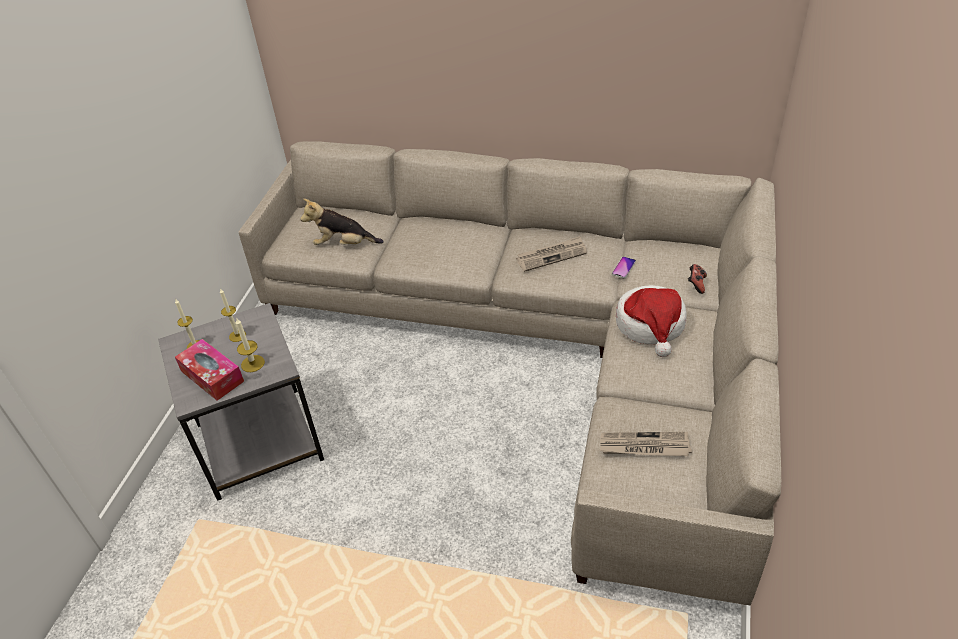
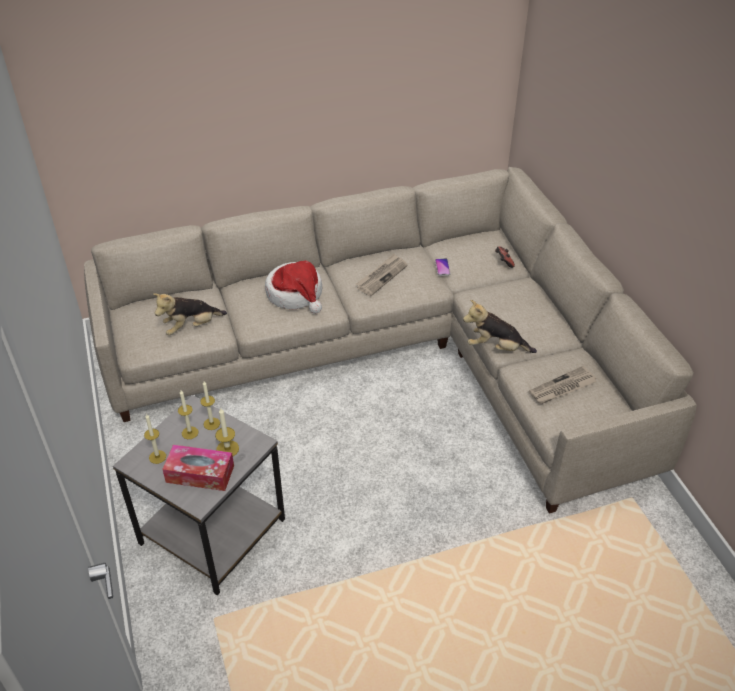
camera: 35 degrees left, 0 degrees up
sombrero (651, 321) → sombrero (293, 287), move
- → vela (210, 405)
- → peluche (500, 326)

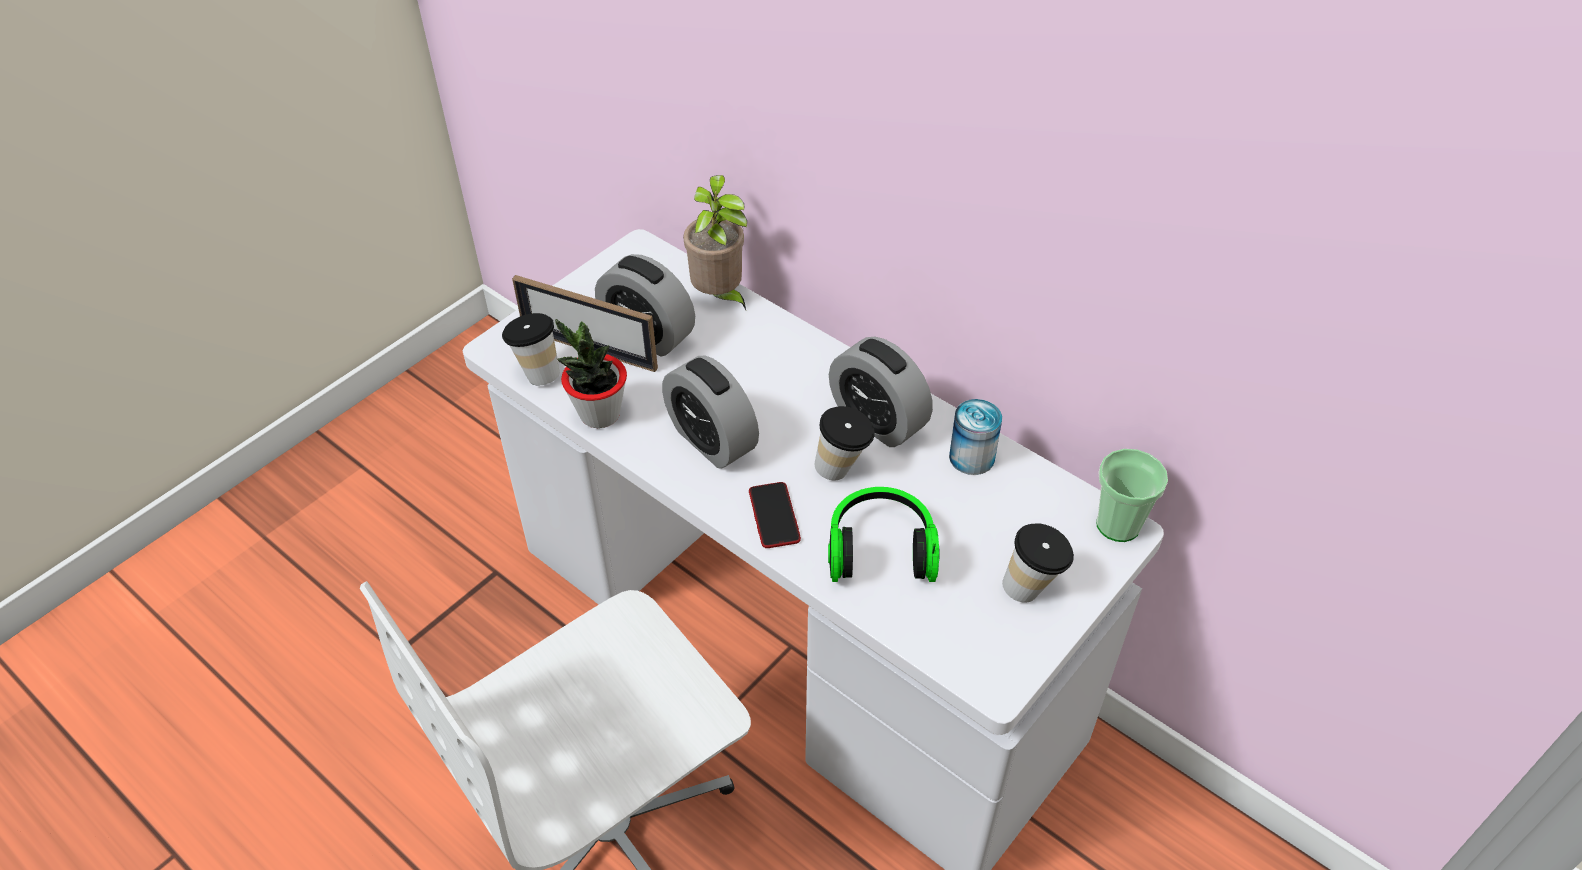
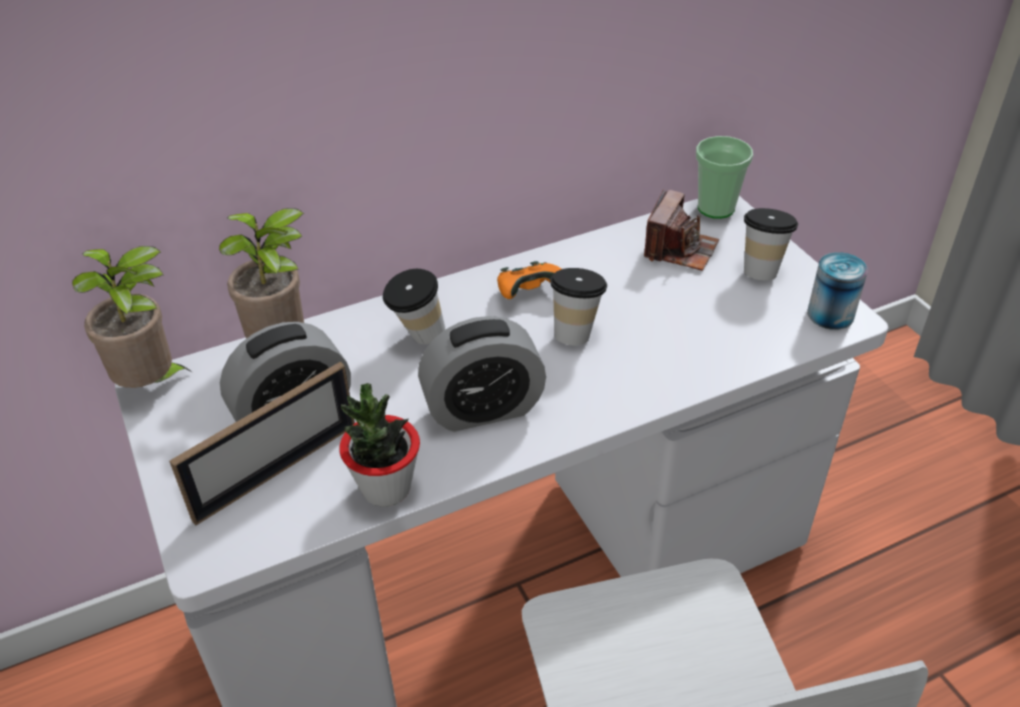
camera: 65 degrees left, 5 degrees down
taza (531, 349) → taza (414, 306), move
móvil (775, 515) → -
auriculares (884, 534) → -
despertador (881, 392) → mando de consola (naranja) (529, 280)
lata (975, 437) → lata (837, 291), move
- → planta en maceta (132, 317)
- → cámara (681, 230)

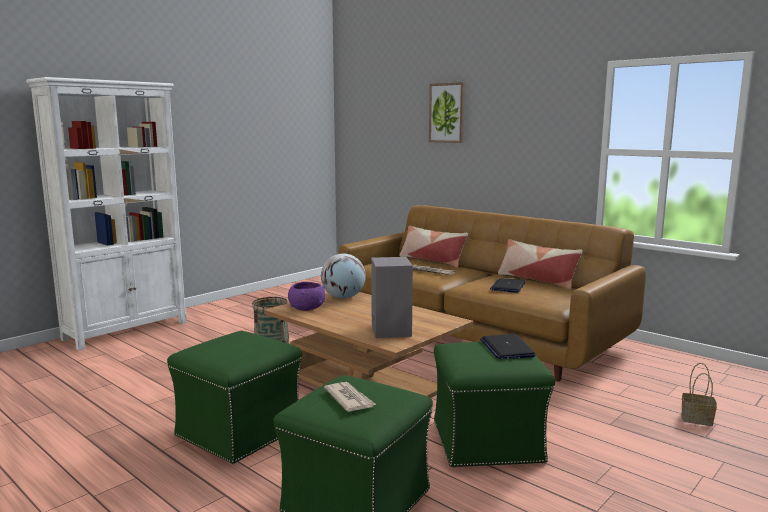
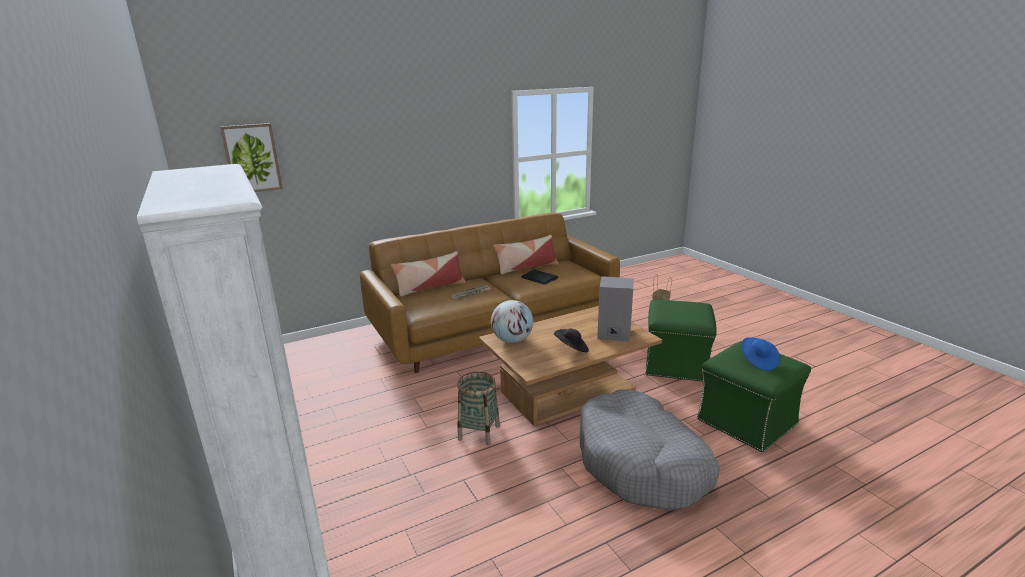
camera: 70 degrees left, 10 degrees up
puf (verde) (234, 397) → cama para perro (gris) (650, 449)
cuenco (morado) (306, 296) → -
periódico (350, 397) → sombrero (azul) (760, 354)
cuadro (447, 112) → cuadro (251, 157), move
portátil (508, 346) → -
- → sombrero (negro) (571, 340)

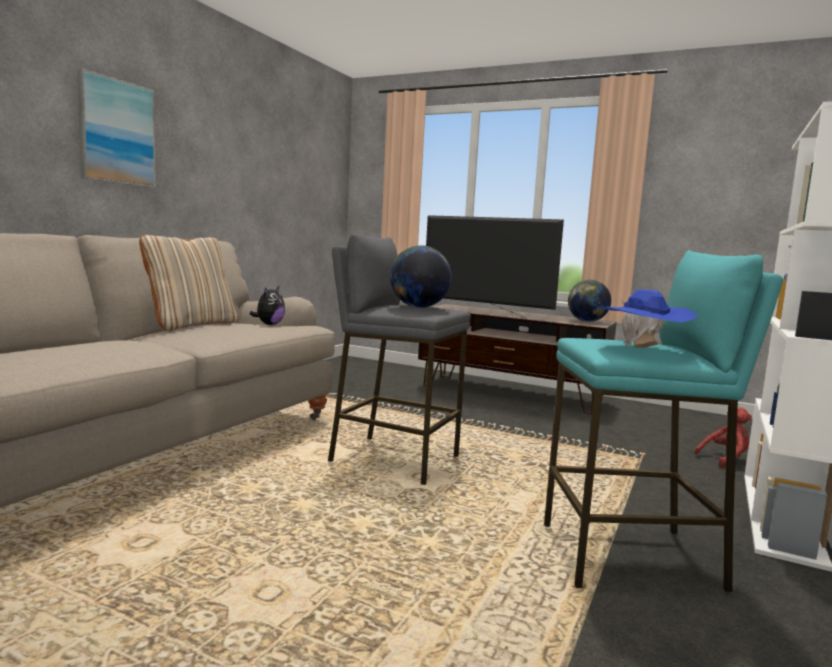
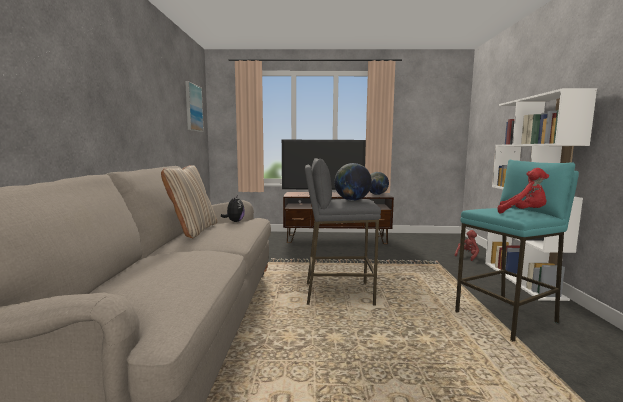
camera: 25 degrees left, 0 degrees up
cuadro (116, 128) → cuadro (194, 106), move
sombrero (azul) (647, 319) → peluche (rojo) (523, 191)

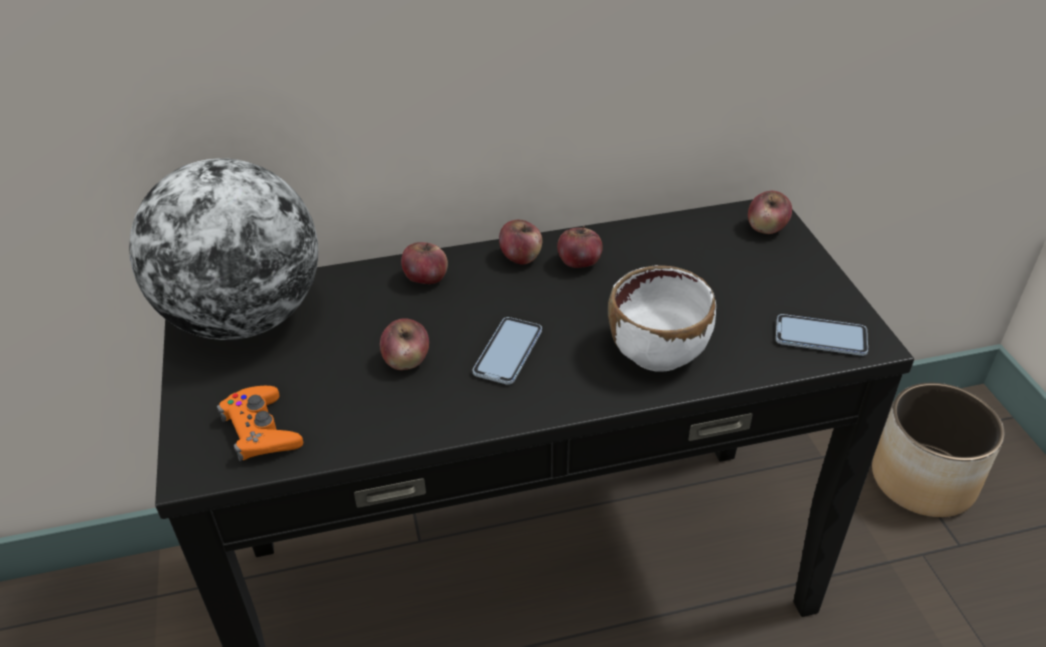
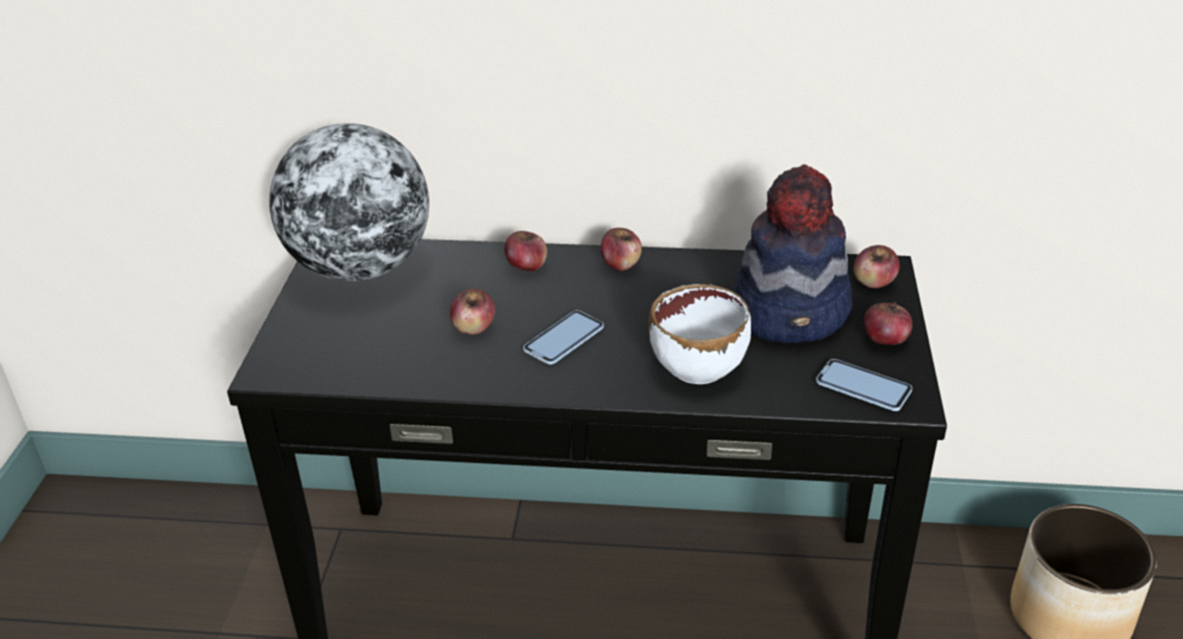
camera: 20 degrees right, 5 degrees down
mando de consola (naranja) (260, 424) → -
manzana (580, 247) → manzana (888, 323), move
- → sombrero (792, 253)

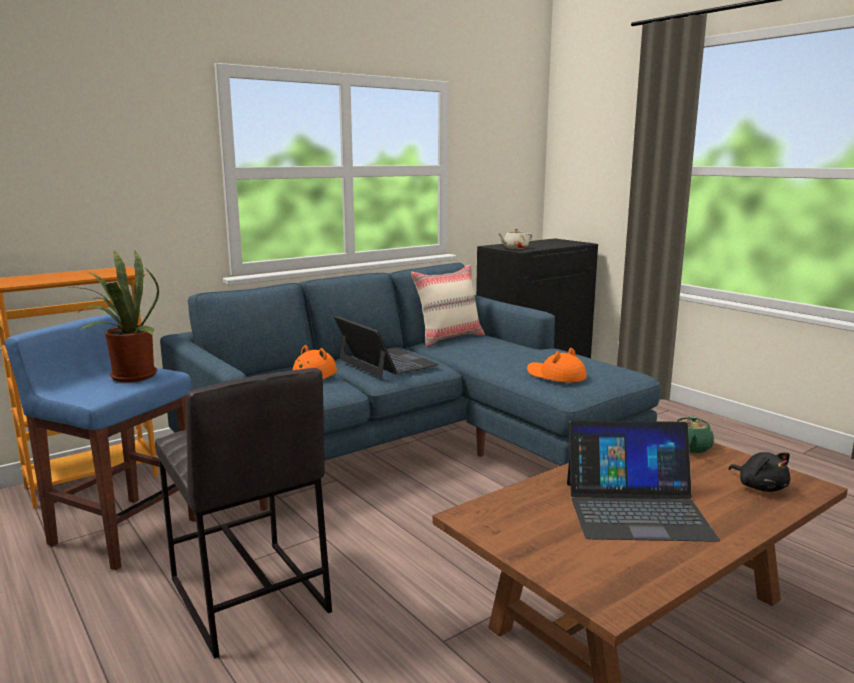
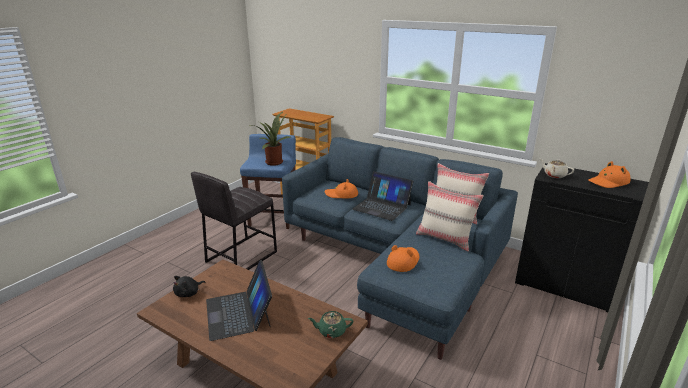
camera: 70 degrees right, 10 degrees up
portátil (386, 347) → portátil (382, 196), 90 degrees clockwise
peluche (negro) (759, 472) → peluche (negro) (189, 286), move
- → cojín (beis) (450, 216)
- → sombrero (naranja) (609, 174)

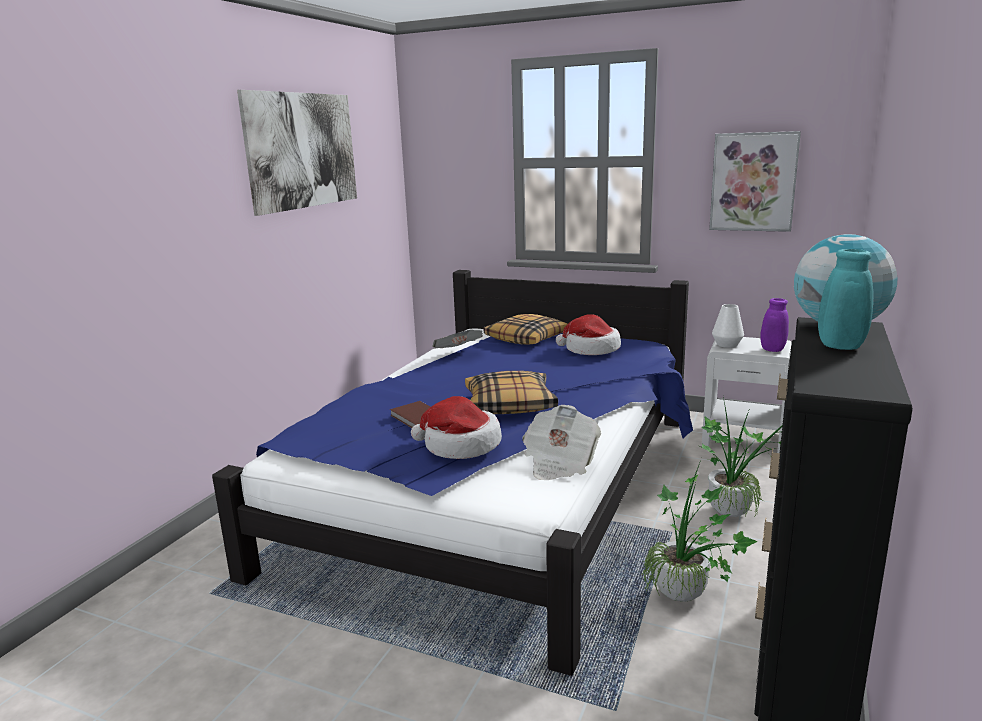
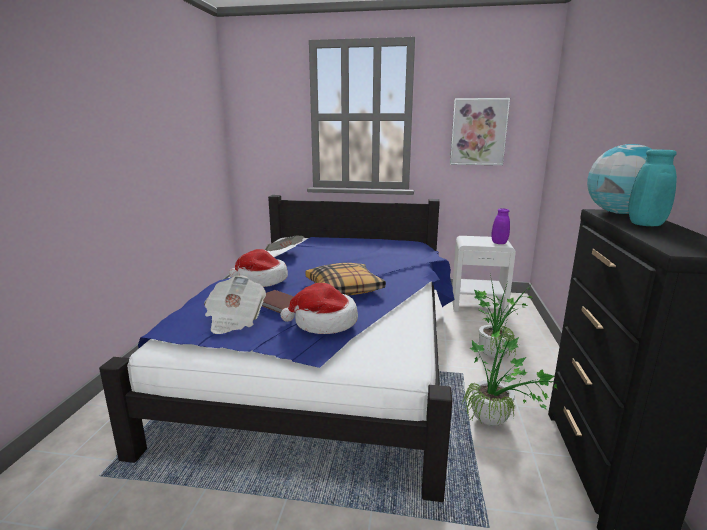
camera: 15 degrees left, 0 degrees up
cuadro (297, 153) → -
cojín (526, 329) → -
periódico (561, 442) → periódico (235, 304), move
sombrero (588, 334) → sombrero (258, 268), move
florero (blanco) (728, 326) → -

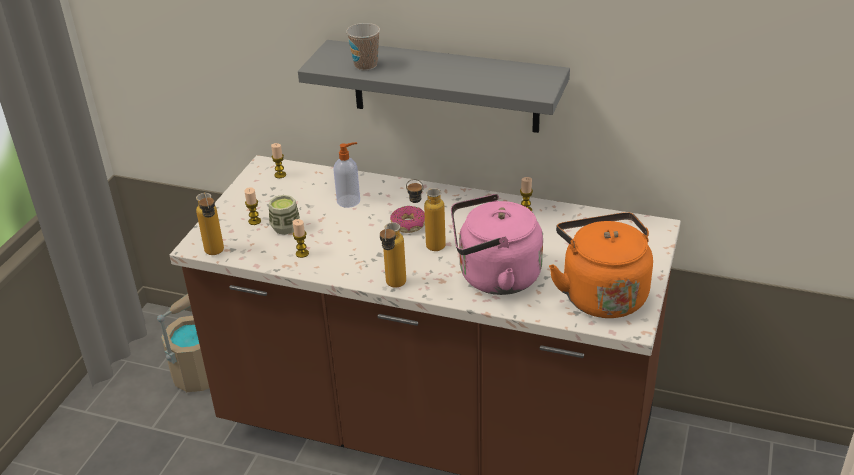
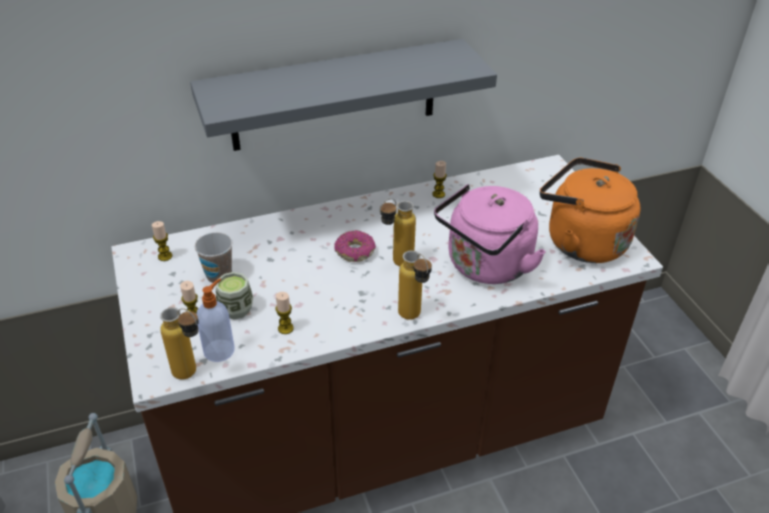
camera: 40 degrees left, 5 degrees up
dispensador de jabón (346, 175) → dispensador de jabón (216, 320), move
taza (363, 46) → taza (214, 257), move

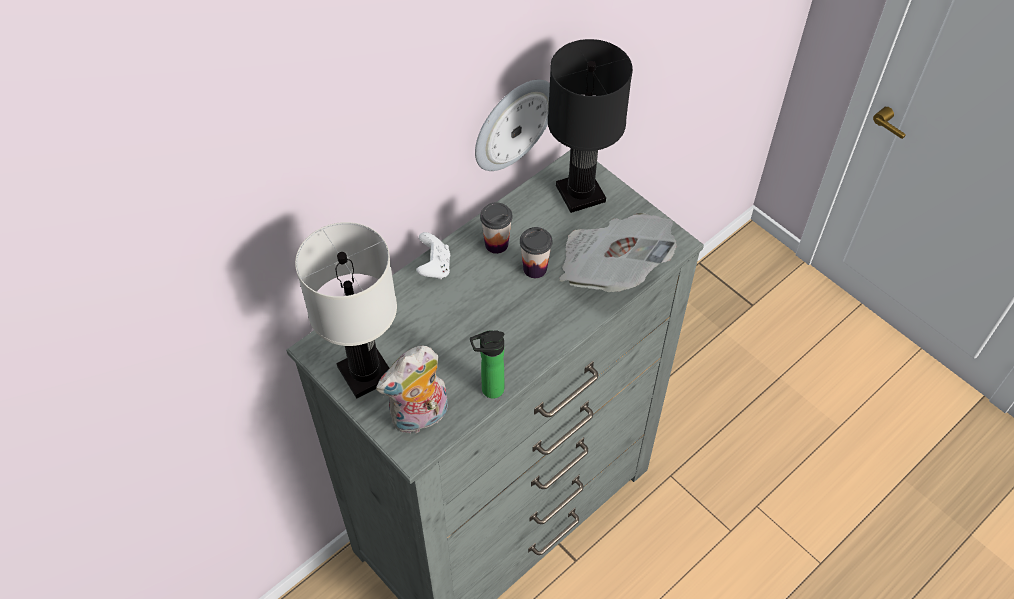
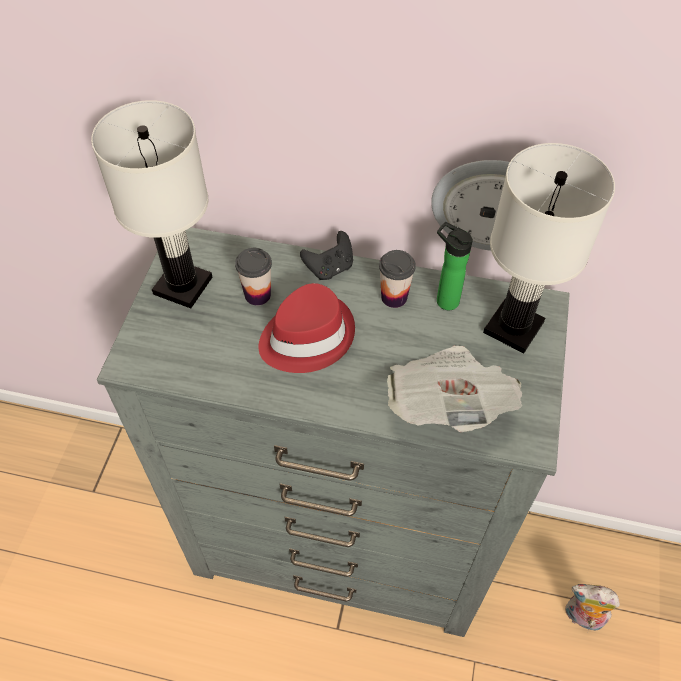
camera: 55 degrees right, 0 degrees up
peluche (412, 389) → peluche (592, 607), move
mando de consola (blanco) (433, 255) → mando de consola (negro) (326, 255)
botella (487, 364) → botella (455, 266), move
taza (536, 252) → taza (253, 276), move
lámpara de mesa (negro) (590, 126) → lámpara de mesa (blanco) (549, 248)
- → sombrero (rojo) (306, 328)

